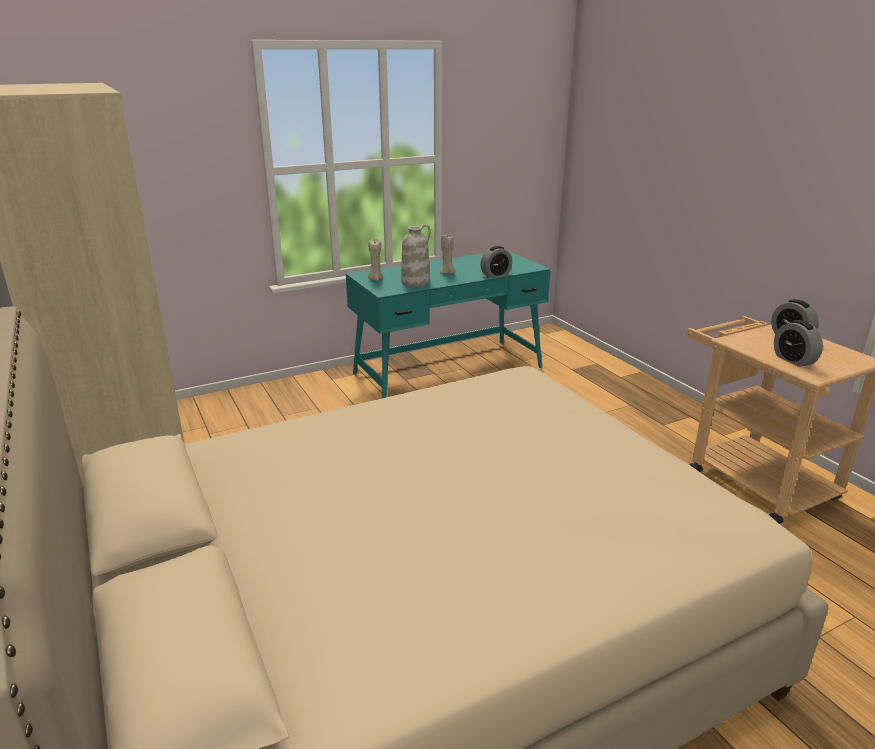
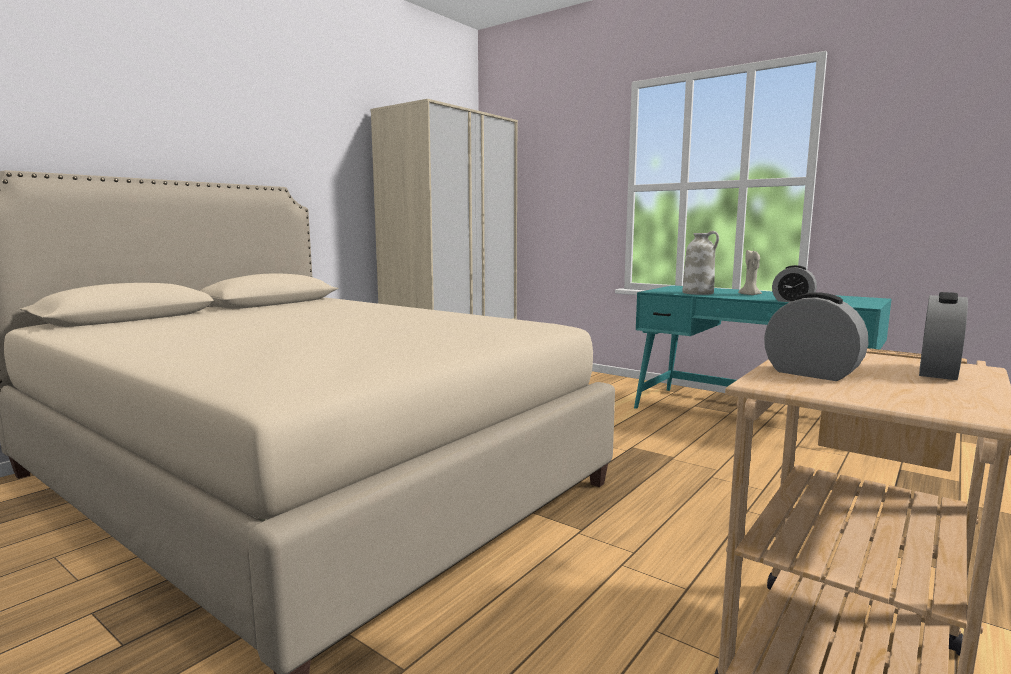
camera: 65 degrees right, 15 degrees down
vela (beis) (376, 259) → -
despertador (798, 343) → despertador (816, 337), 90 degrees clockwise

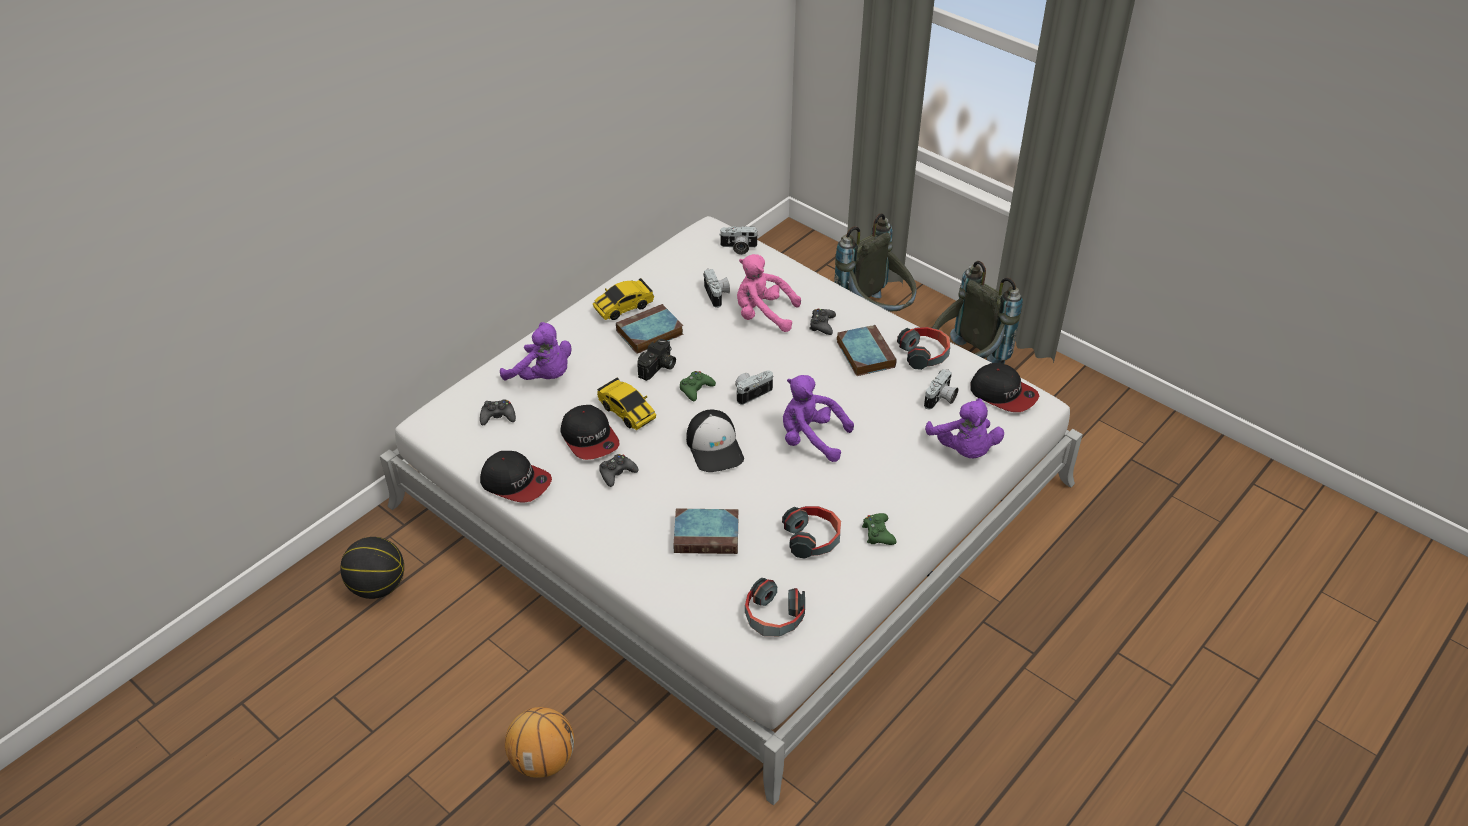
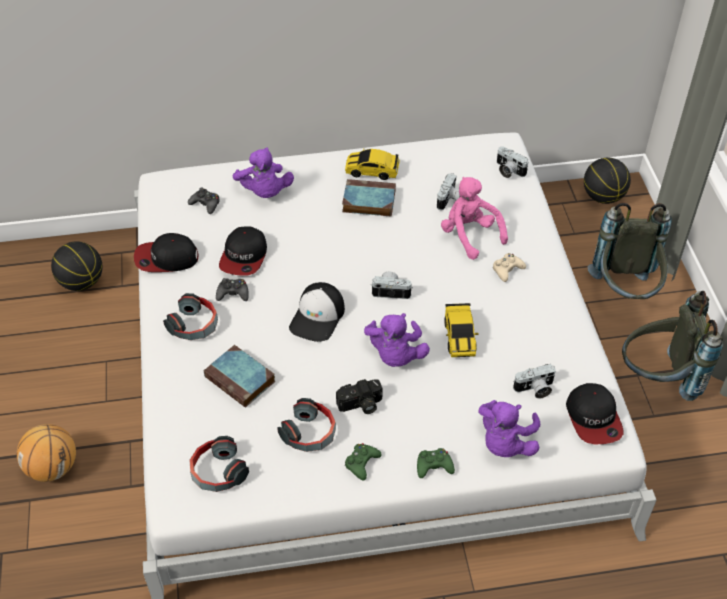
camera: 40 degrees right, 5 degrees up
gorra (516, 477) → gorra (166, 252), 105 degrees clockwise
coche de juguete (626, 403) → coche de juguete (461, 330), move
cámara (656, 359) → cámara (359, 396), move
mando de consola (verde) (698, 386) → mando de consola (verde) (436, 463), move
peluche (morado) (818, 418) → peluche (morado) (397, 340), 150 degrees counterclockwise
mando de consola (negro) (822, 321) → mando de consola (beis) (509, 267)
libro (867, 350) → -
auriculares (923, 348) → auriculares (190, 316), move
- → balón de baloncesto (607, 181)

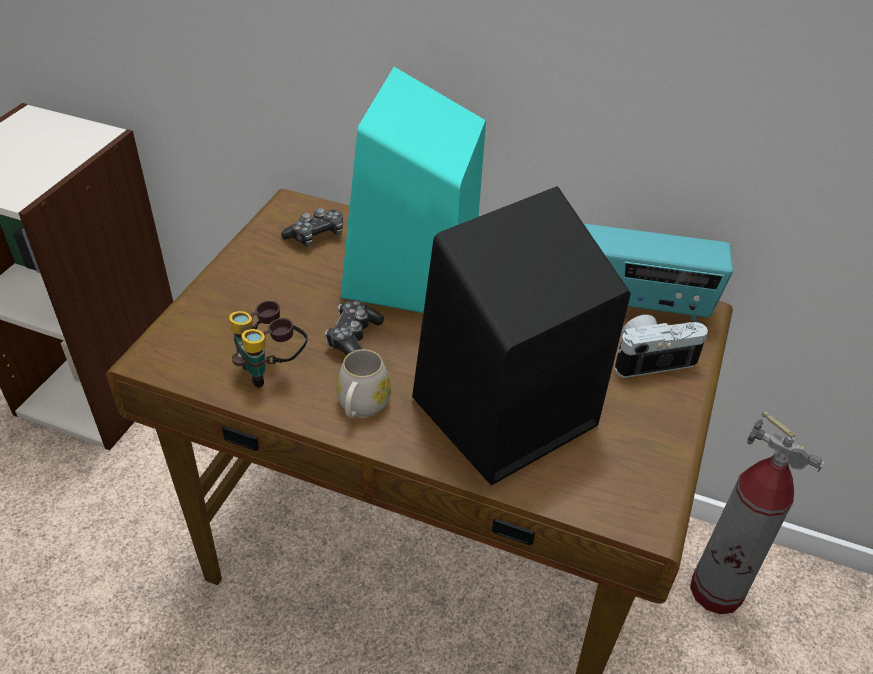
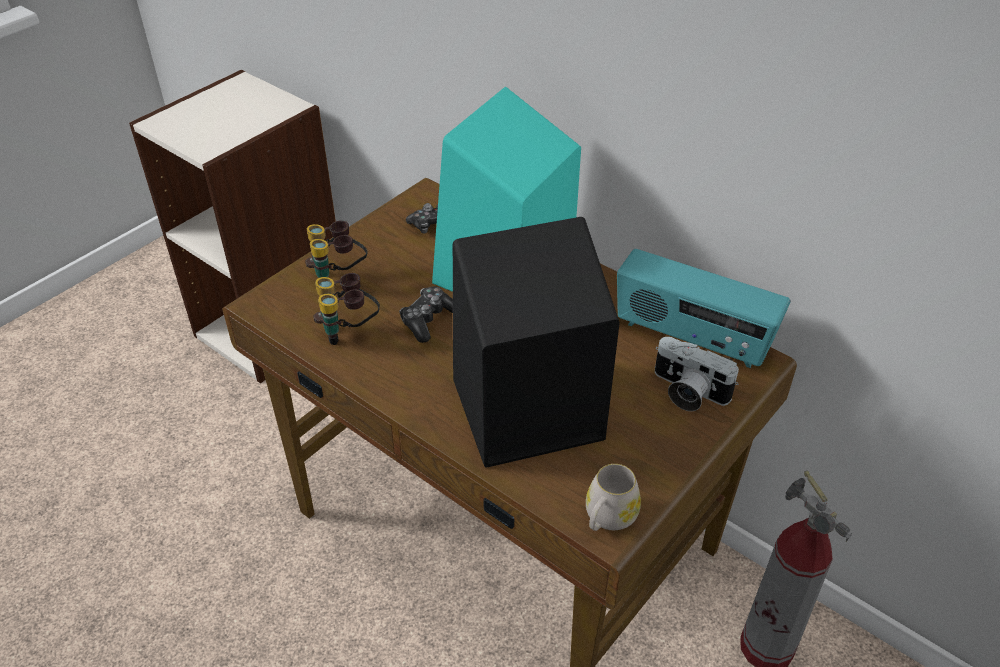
camera: 20 degrees right, 0 degrees up
taza grande (blanco) (363, 383) → taza grande (blanco) (613, 497), move
cámara (661, 346) → cámara (697, 374), 150 degrees counterclockwise
- → prismáticos (336, 249)

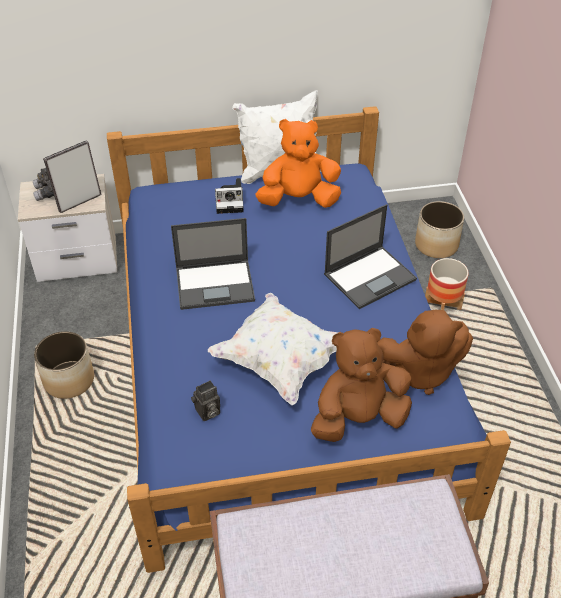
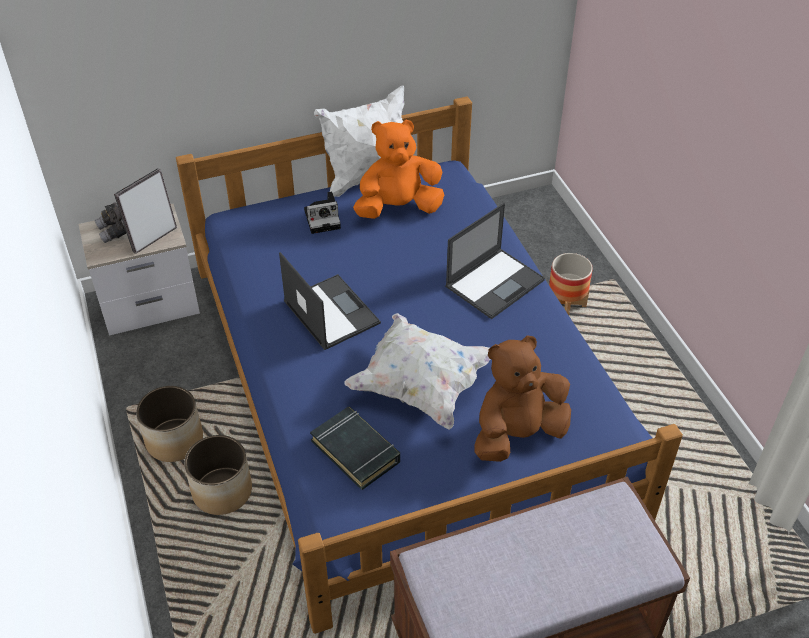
camera: 10 degrees left, 0 degrees up
portátil (213, 264) → portátil (330, 301), 105 degrees counterclockwise
cámara (205, 400) → libro (negro) (355, 448)
peluche (marrón) (425, 352) → -
maceta (439, 229) → maceta (218, 475), move

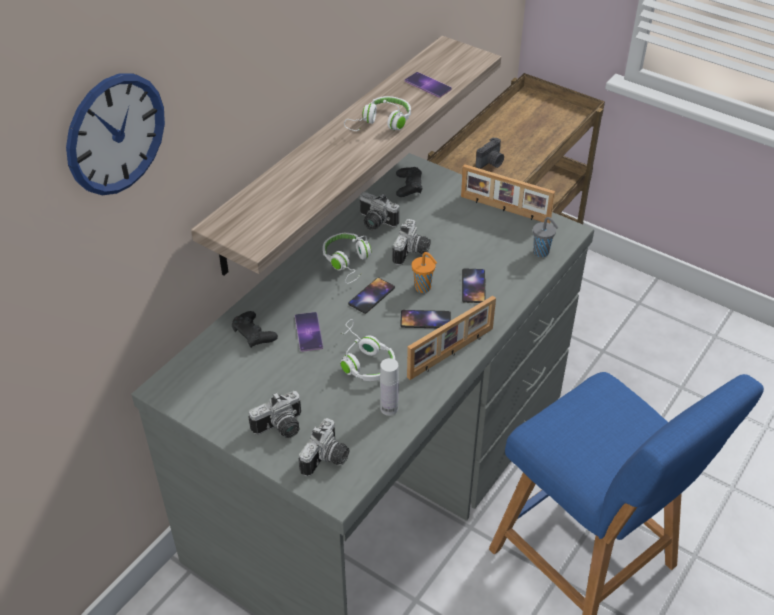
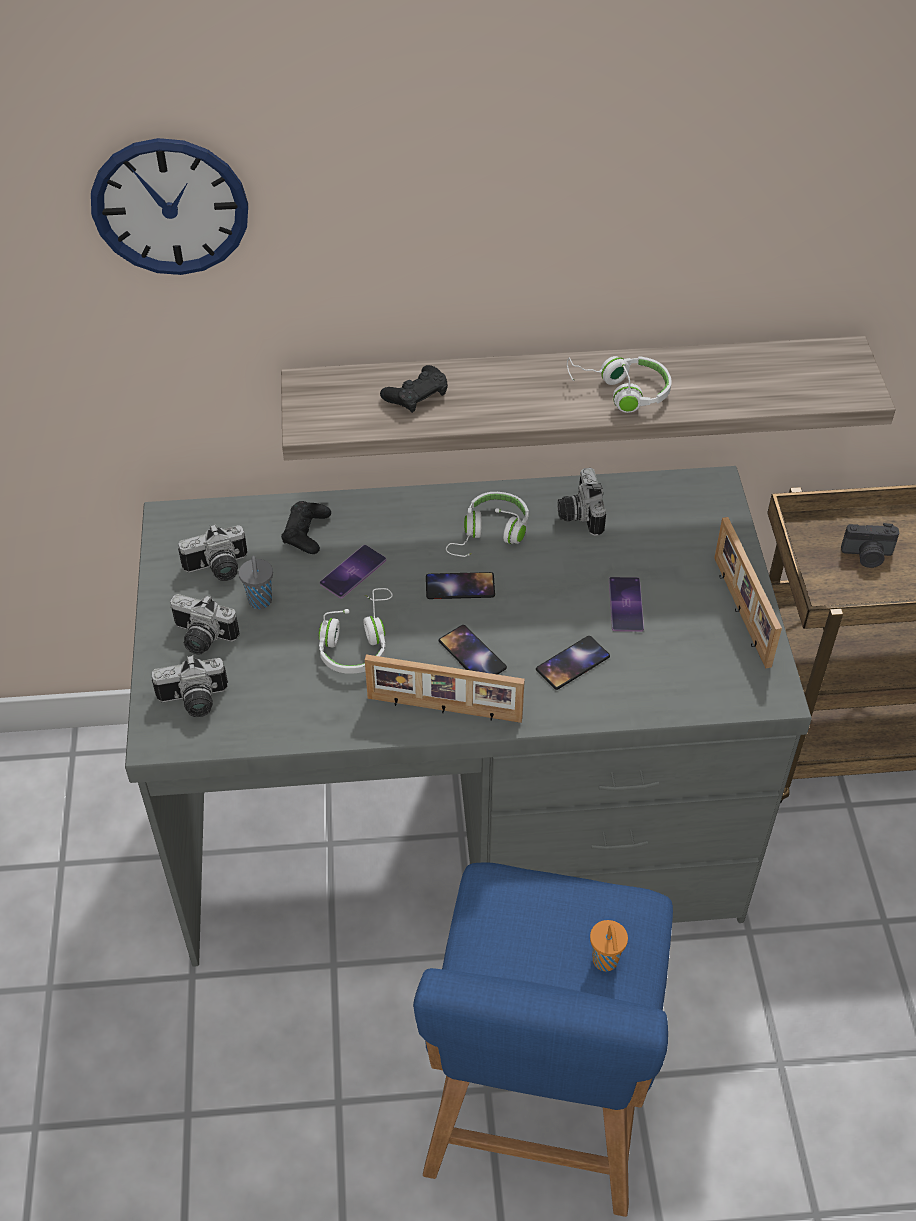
camera: 50 degrees right, 5 degrees up
botella (blanco) (389, 387) → -
cámara (411, 242) → cámara (212, 552), move
mando de consola (negro) (409, 182) → mando de consola (negro) (414, 389), move
móvil (428, 84) → móvil (626, 604), move
taza (naranja) (424, 272) → taza (naranja) (609, 945), move
taza (gris) (545, 237) → taza (gris) (256, 582), move

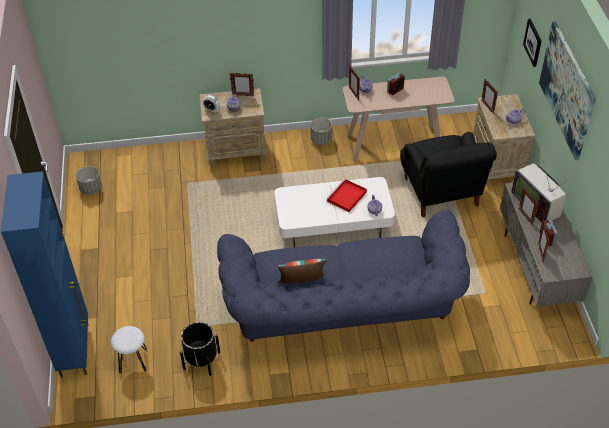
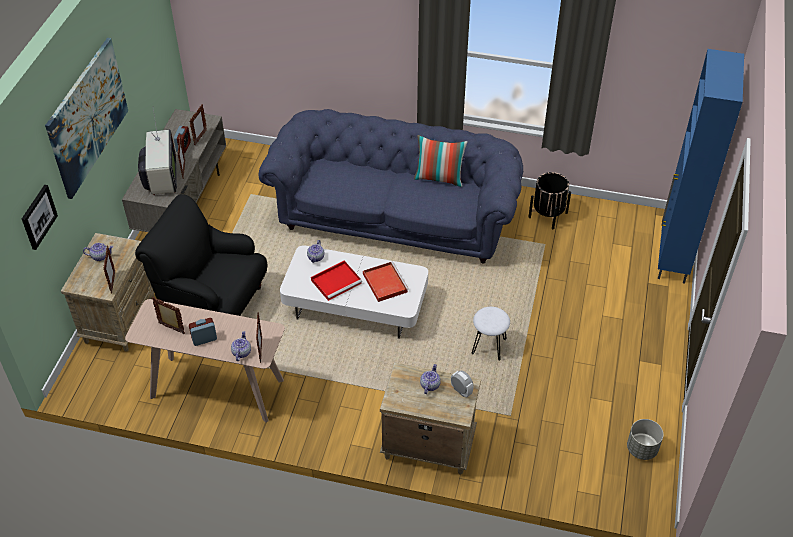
camera: 160 degrees left, 0 degrees up
taburete (blanco) (129, 350) → taburete (blanco) (491, 334), move
portarretratos (242, 84) → portarretratos (168, 315), move
maceta (gris) (321, 131) → -
sillón (negro) (448, 174) → sillón (negro) (201, 255), 75 degrees counterclockwise
- → bandeja (rojo) (386, 282)

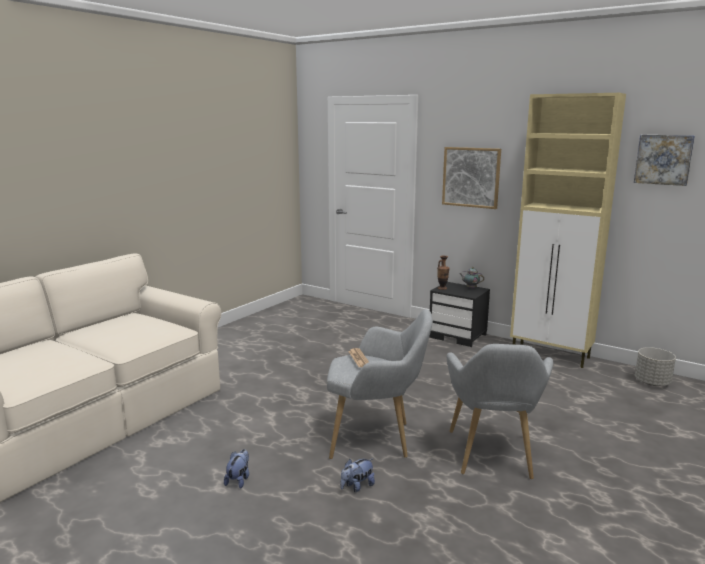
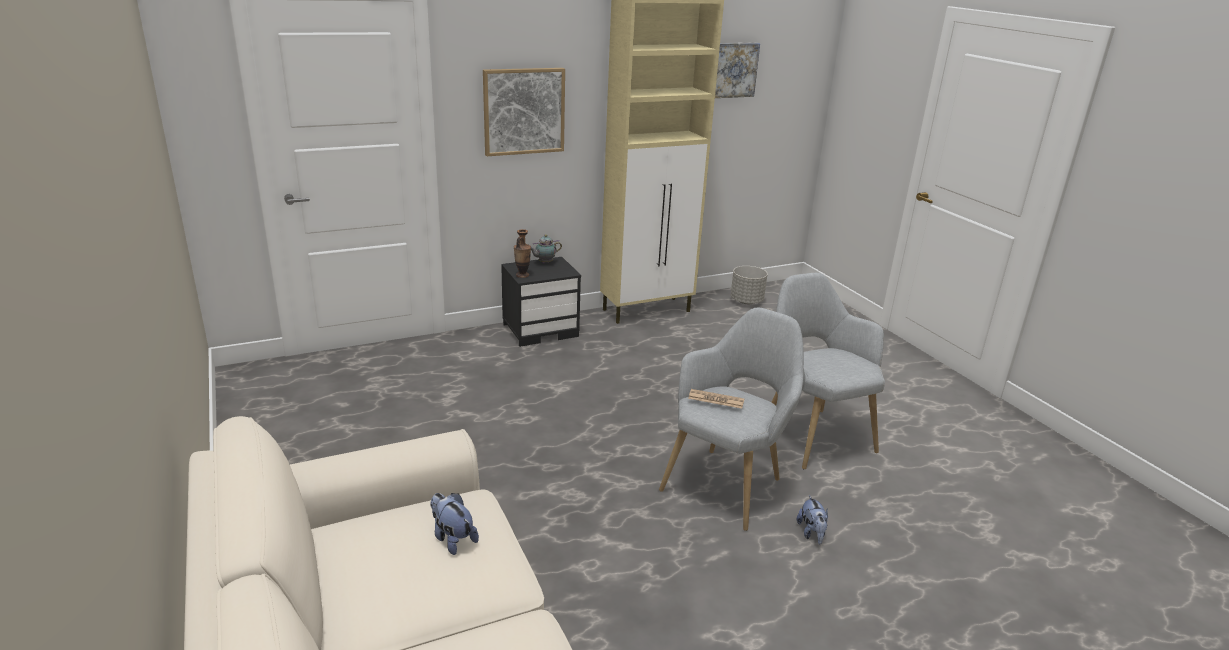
camera: 60 degrees left, 10 degrees up
peluche (236, 469) → peluche (454, 524), move
sillón (gris) (499, 411) → sillón (gris) (828, 371), 150 degrees counterclockwise

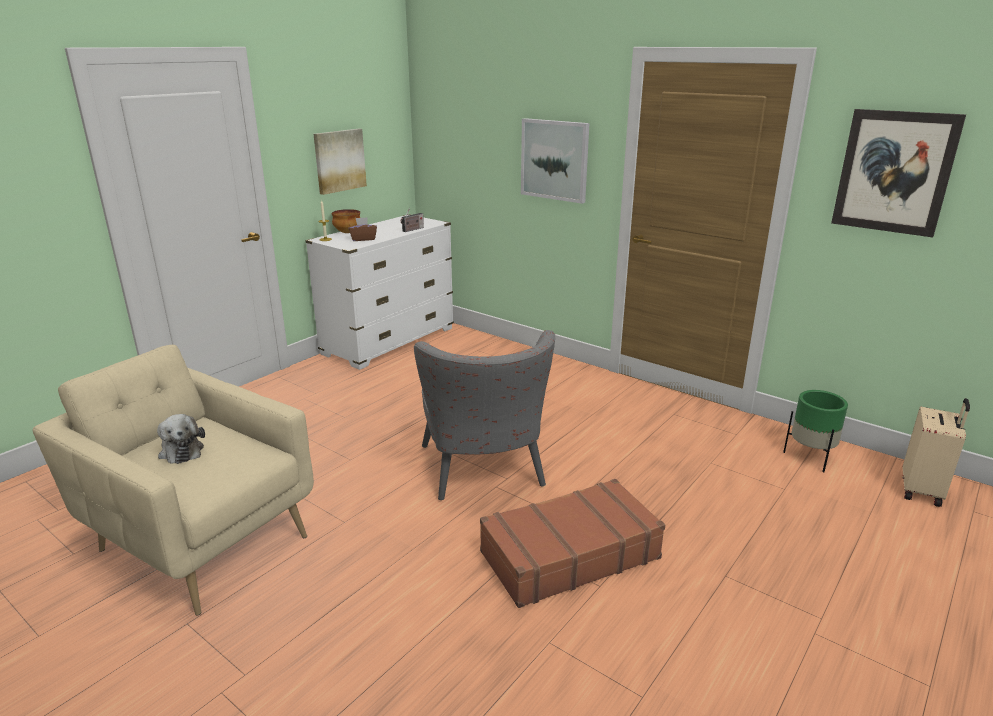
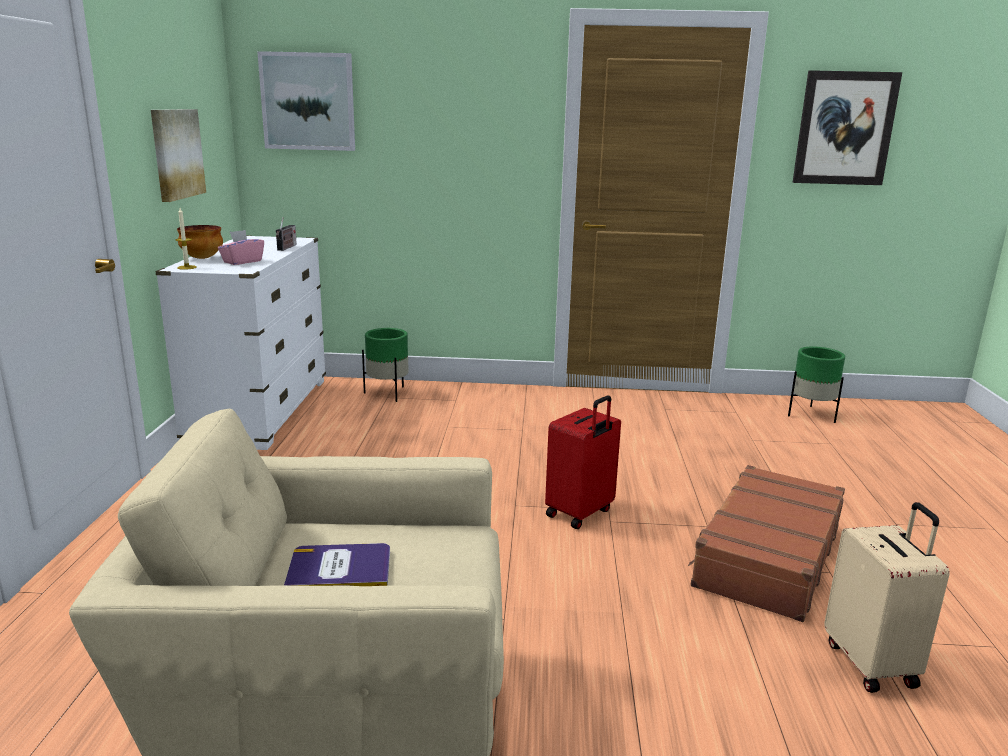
camera: 35 degrees left, 5 degrees down
peluche (181, 439) → libro (337, 564)
caja de pañuelos (marrón) (362, 229) → caja de pañuelos (rosa) (241, 247)
sillón (gris) (484, 415) → maleta (rojo) (583, 462)
cuadro (555, 161) → cuadro (306, 101), move
maleta (beis) (936, 452) → maleta (beis) (887, 597), move
- → maceta (verde) (385, 365)

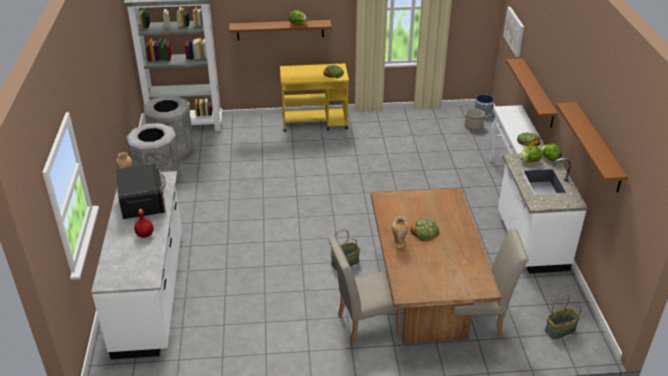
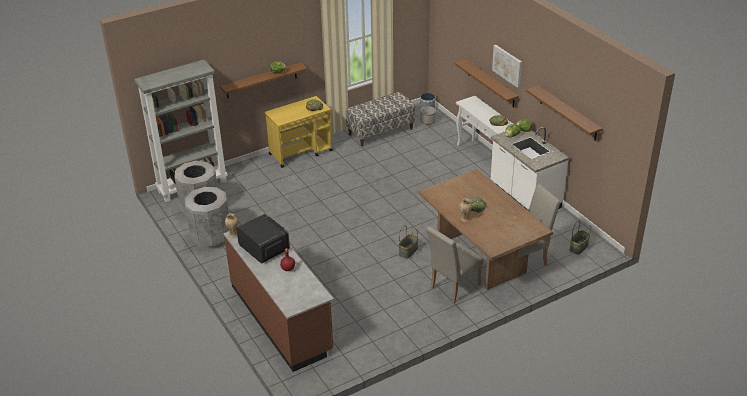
camera: 25 degrees left, 0 degrees up
mueble bajo de cocina (blanco) (136, 265) → mueble bajo de cocina (marrón) (279, 301)
cuadro (513, 32) → cuadro (507, 66), move
- → banco (380, 119)

